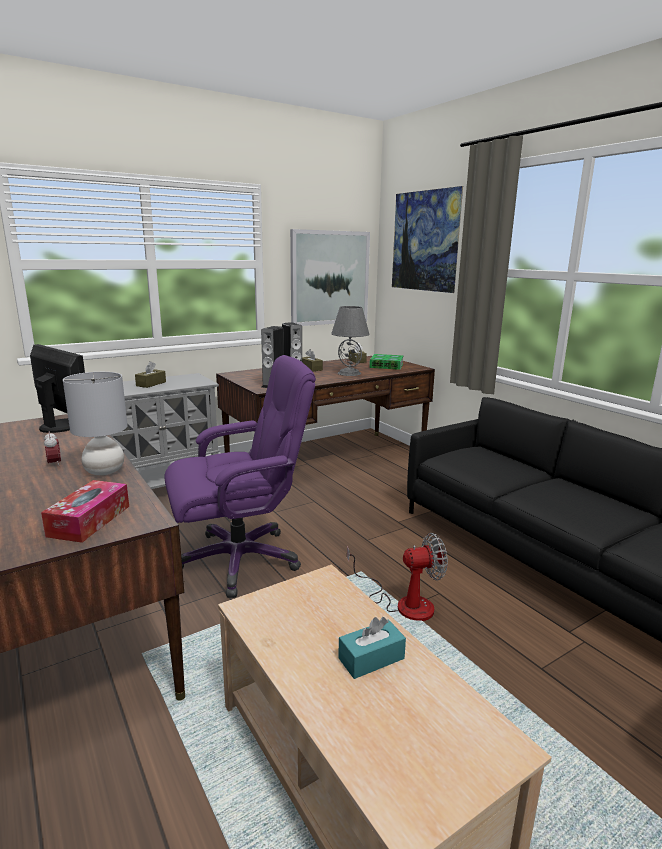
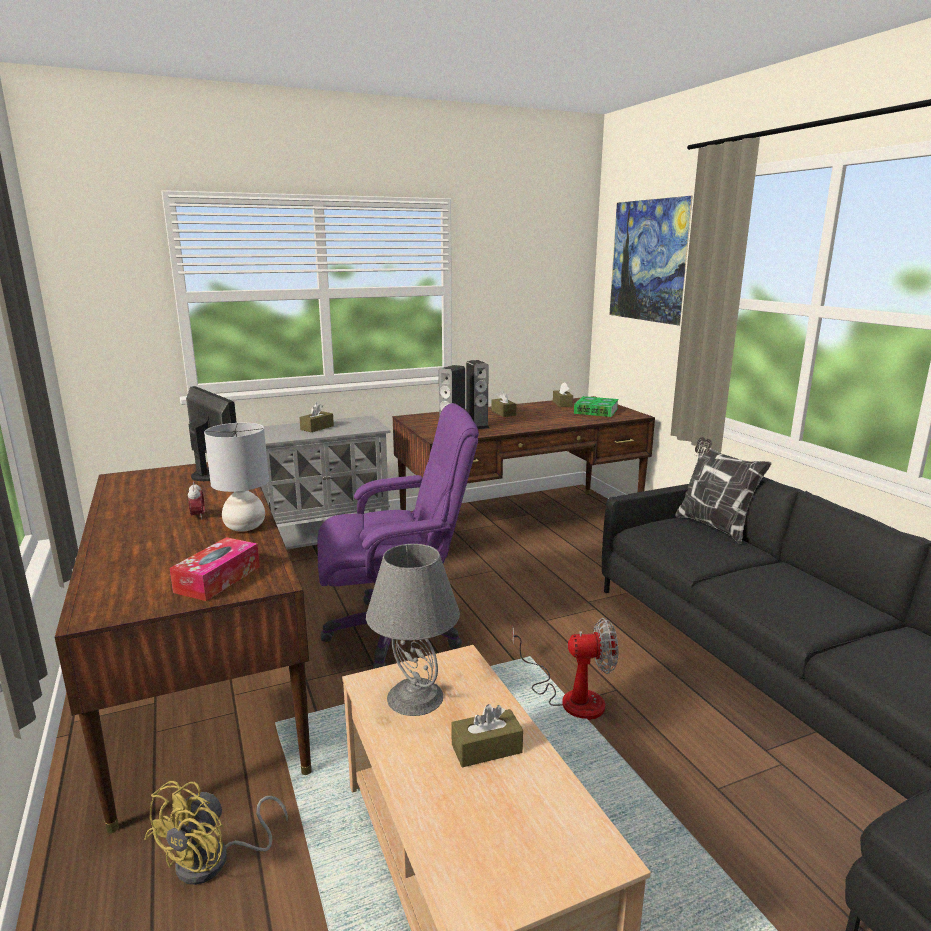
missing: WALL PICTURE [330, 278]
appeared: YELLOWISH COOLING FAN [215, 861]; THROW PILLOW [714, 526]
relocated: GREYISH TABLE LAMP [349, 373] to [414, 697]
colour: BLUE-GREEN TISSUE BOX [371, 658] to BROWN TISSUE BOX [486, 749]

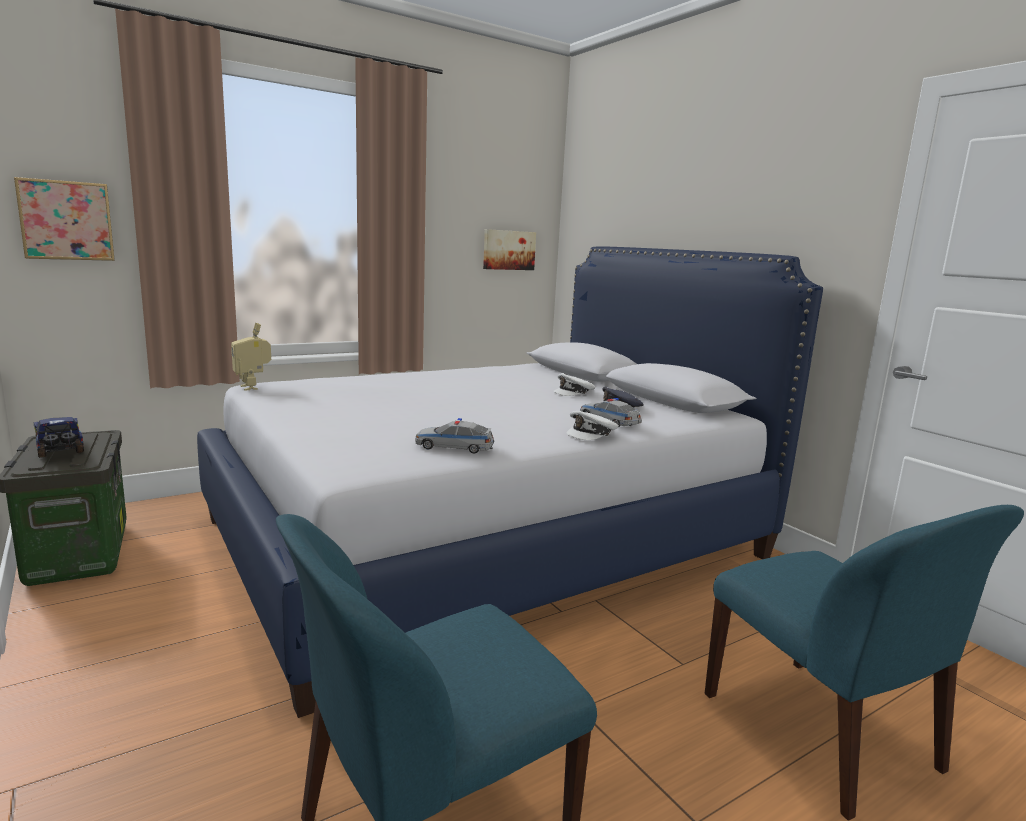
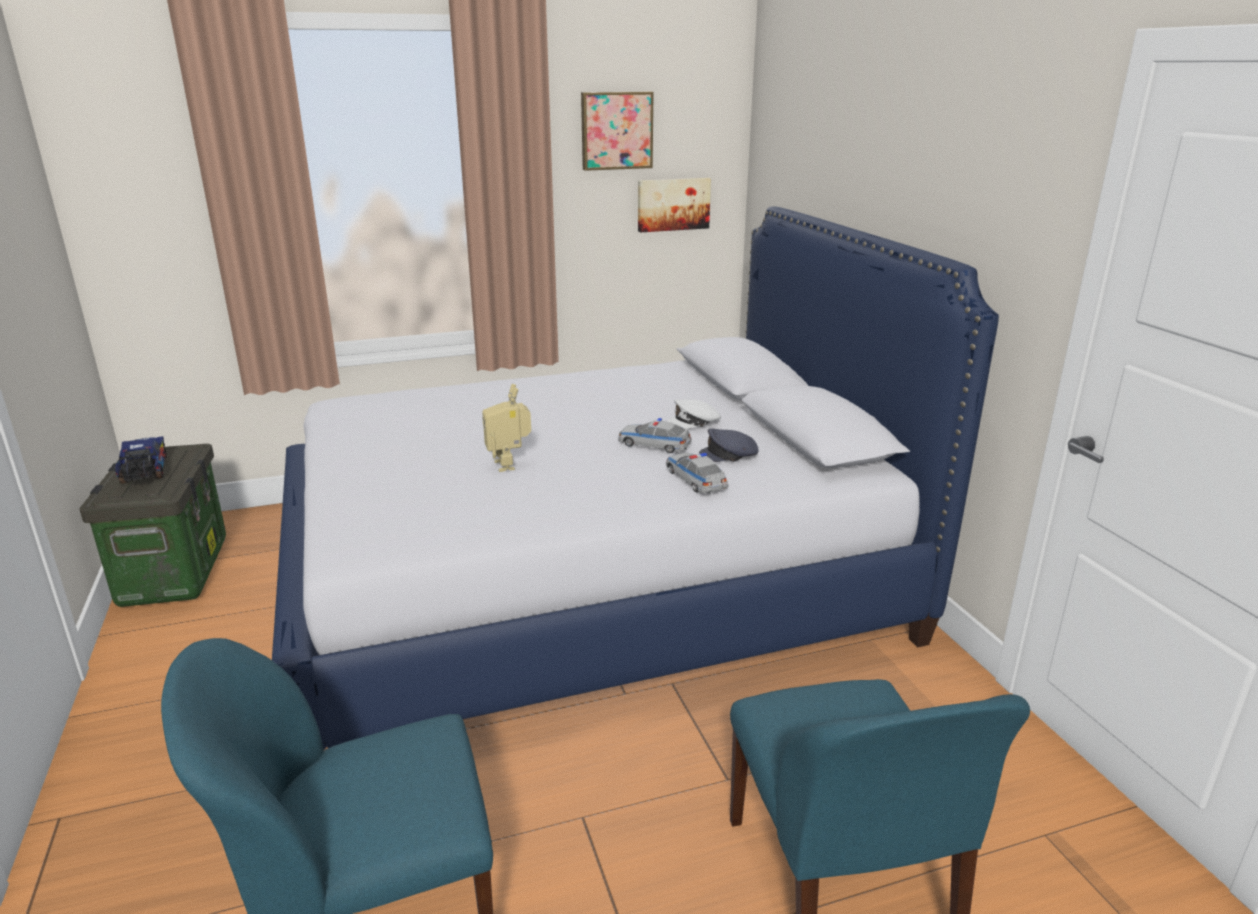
missing: WHITE PEAKED CAP [592, 433]
relocated: WALL PICTURE [66, 220] to [616, 130]; ROBOT FIGURE [253, 387] to [509, 464]; MODEL CAR [454, 447] to [654, 445]

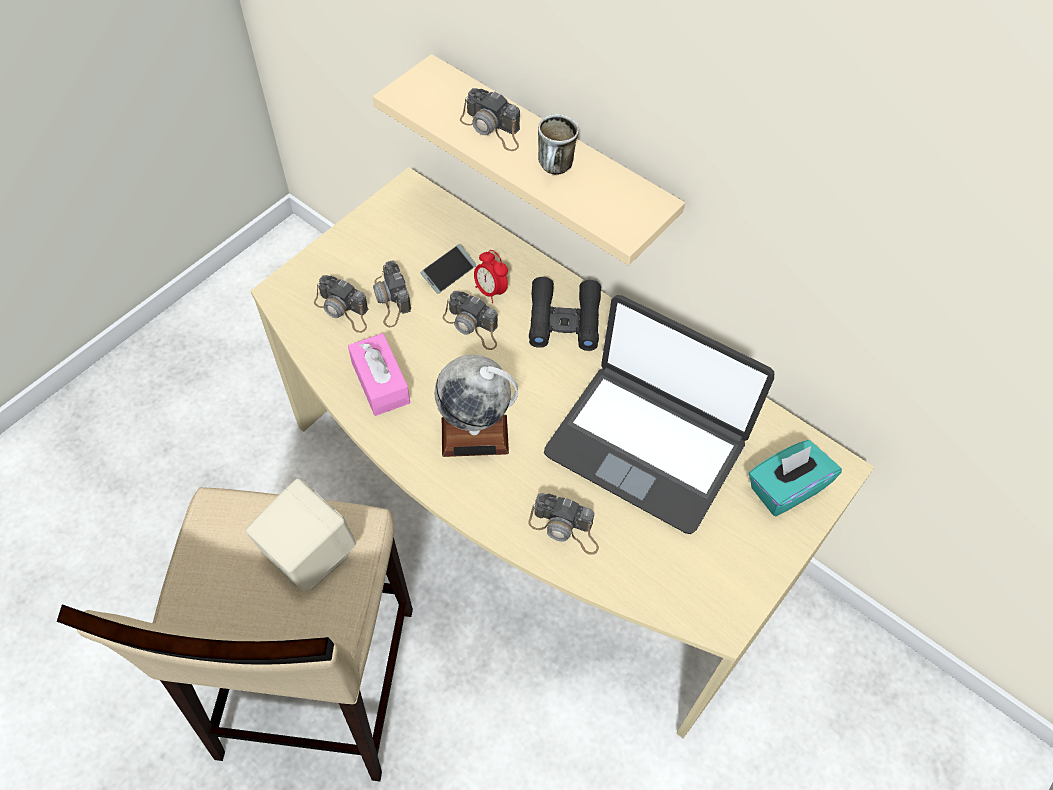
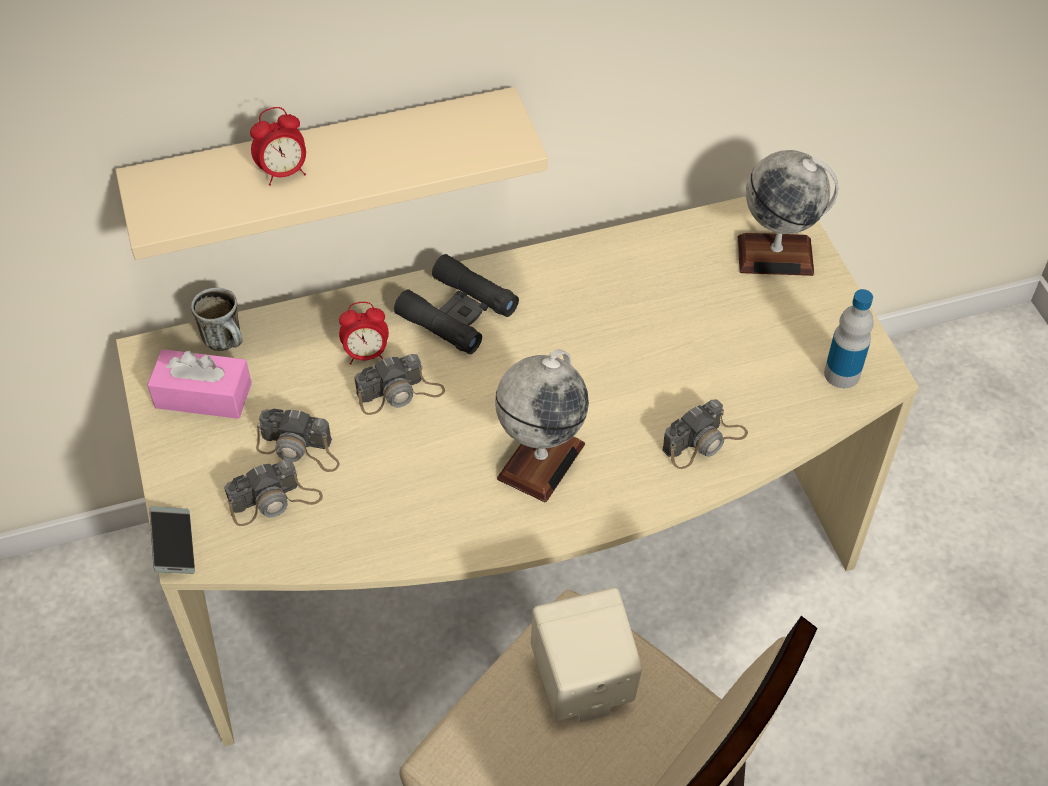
missing: LAPTOP [646, 446]
appeared: DRINK BOTTLE [841, 374]
relocated: PINK TISSUE BOX [380, 382] to [203, 395]; HANDSET [449, 272] to [173, 544]; TEA MUG [556, 170] to [228, 342]
exchanged: STILL CAMERA [492, 128] to TABLE CLOCK [284, 173]; BLUE-GREEN TISSUE BOX [785, 488] to GLOBE [775, 255]

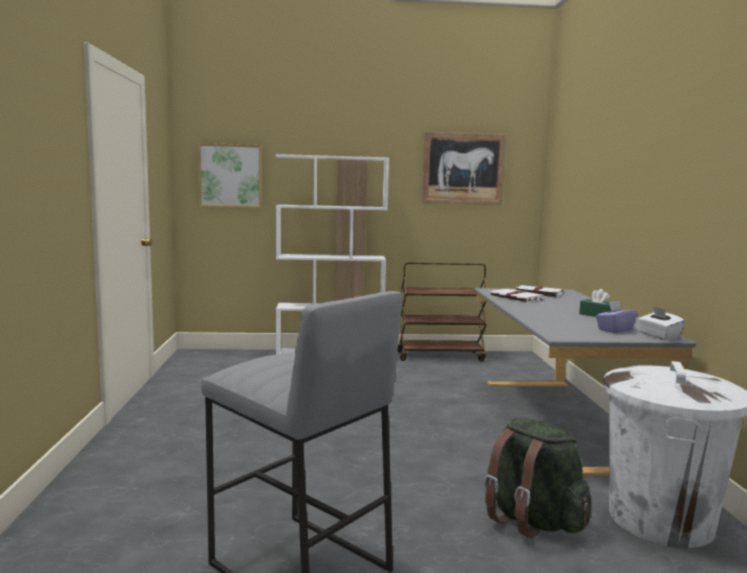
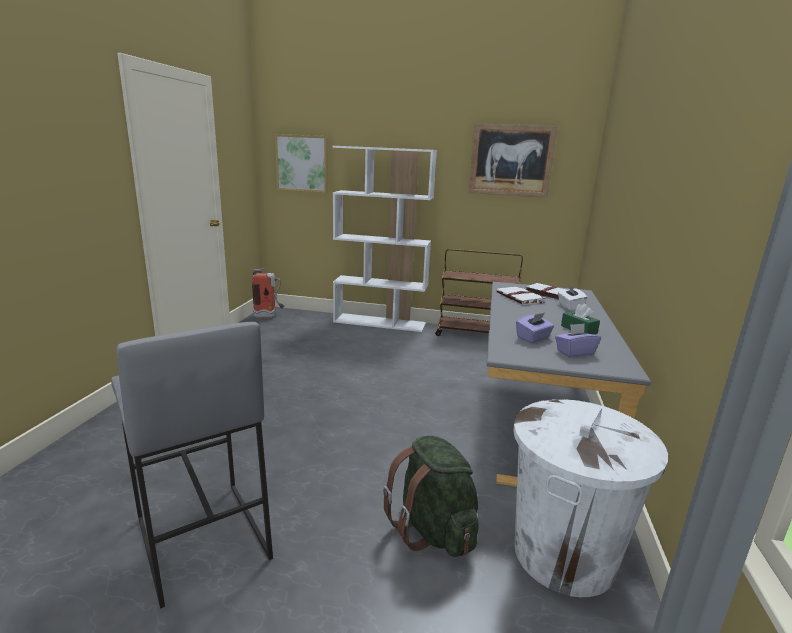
appeared: EXTINGUISHER [269, 316]; PURPLE TISSUE BOX [533, 338]
relocated: WHITE TISSUE BOX [658, 336] to [570, 307]

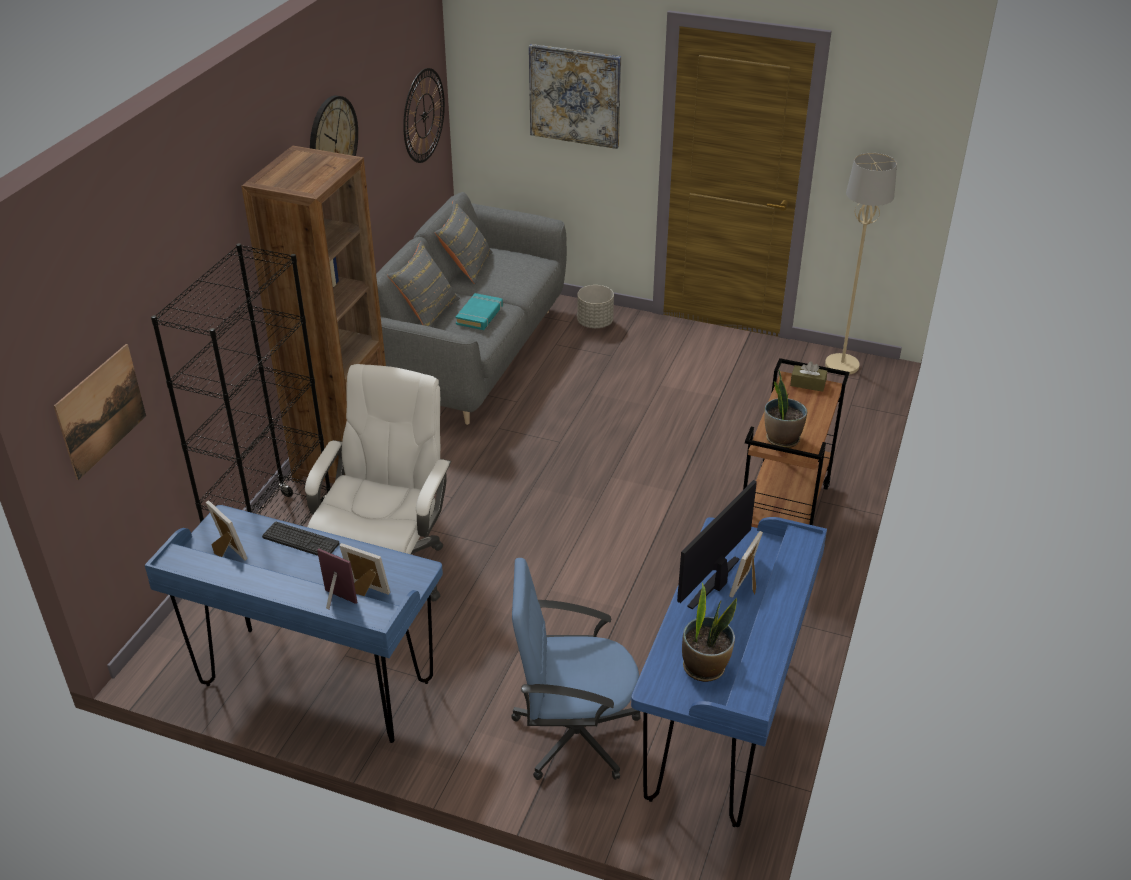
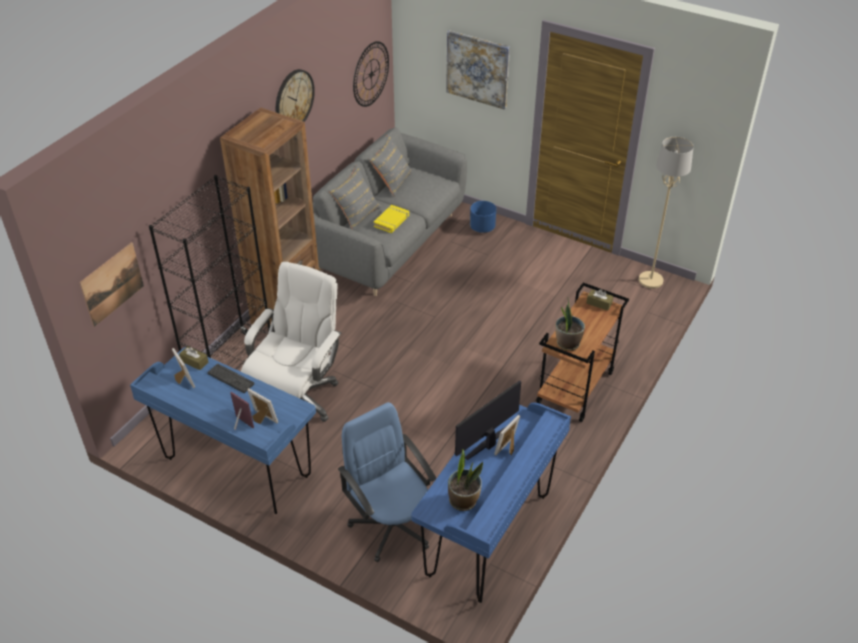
appeared: BROWN TISSUE BOX [194, 362]
colour: BLUE-GREEN BOUND BOOK [480, 315] to YELLOWISH BOUND BOOK [391, 221]; GREYISH PLANT POT [595, 323] to BLUE-COLOURED PLANT POT [482, 228]
spun: BLUE-COLOURED COMPUTER CHAIR [573, 734] = [392, 525] 45 degrees clockwise

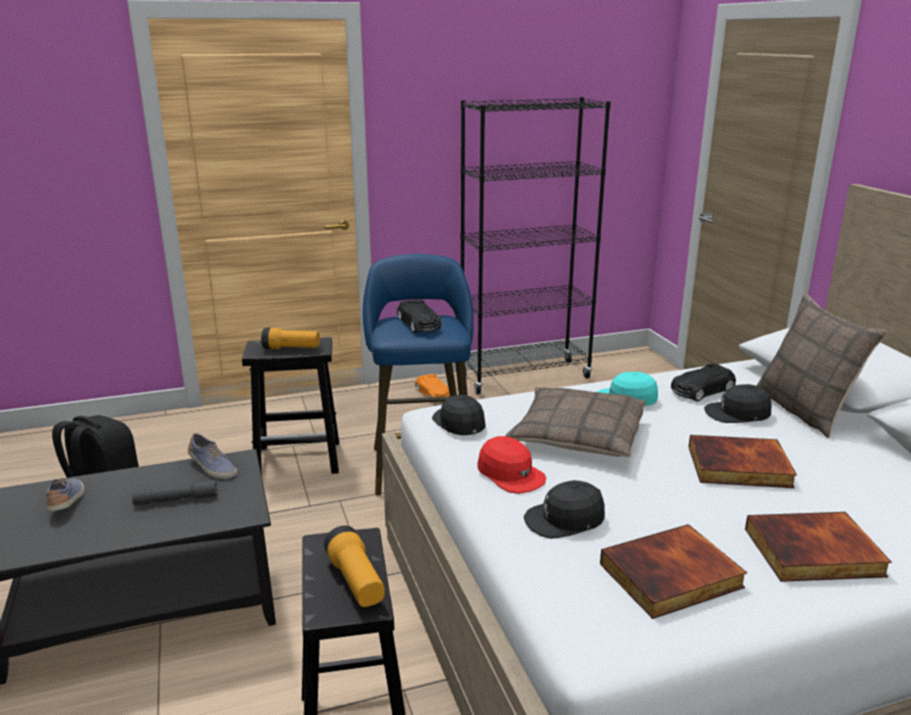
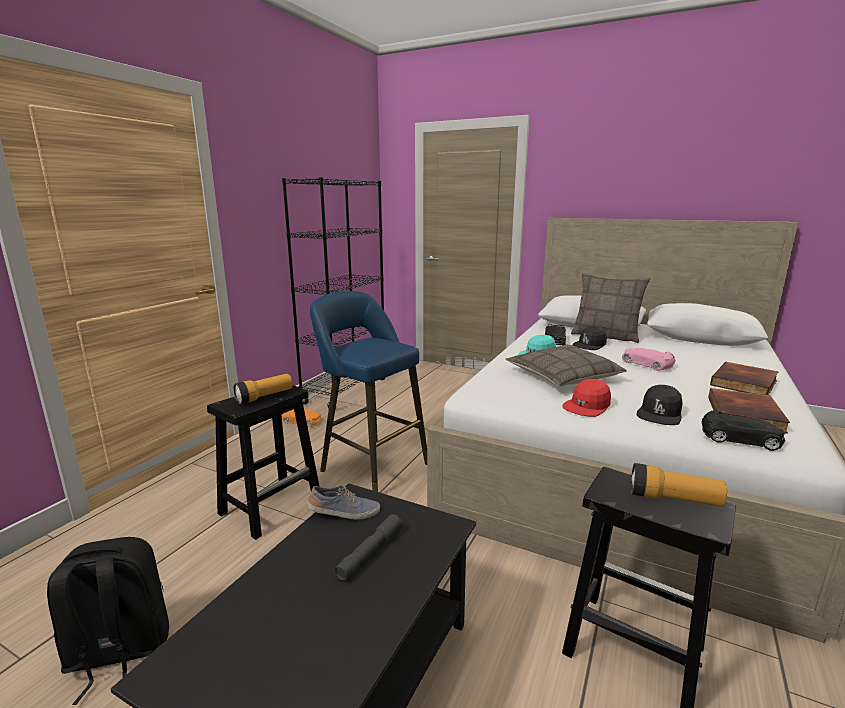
missing: LOW SHOE [68, 502]; BLACKISH PEAKED CAP [459, 423]
relocated: BLACKISH MODEL CAR [419, 324] to [740, 439]
exchanged: BOUND BOOK [738, 467] to PINK MODEL CAR [646, 364]
spun: REDDISH PEAKED CAP [510, 474] = [587, 406] 135 degrees clockwise

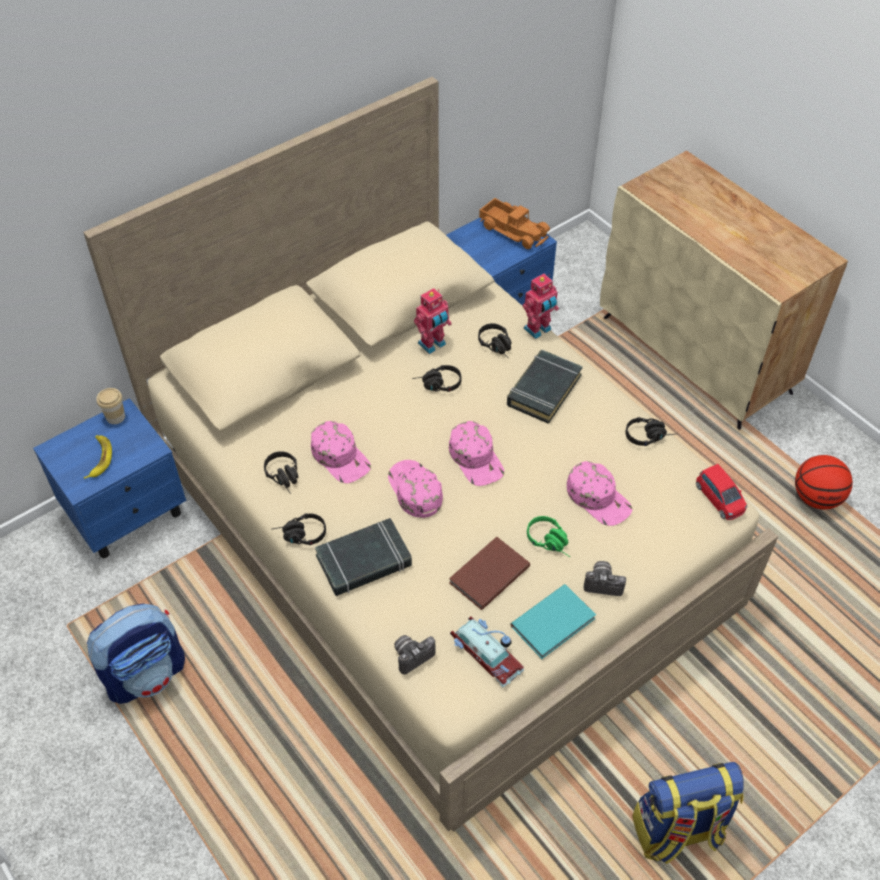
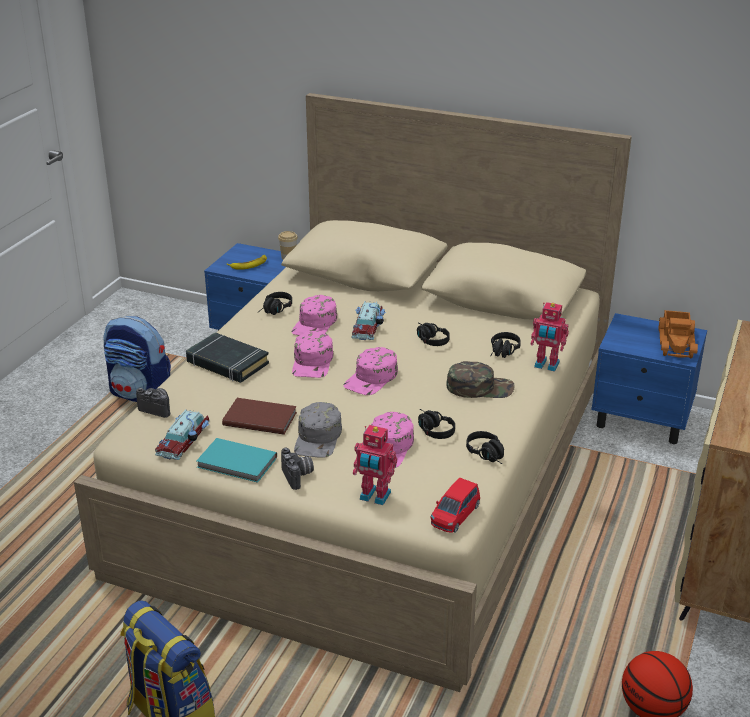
appeared: MODEL CAR [369, 325]
relocated: BLACKISH PAIR OF HEADPHONES [299, 536] to [432, 429]; ROBOT FIGURE [433, 345] to [374, 497]
exchanged: BLACKISH BOUND BOOK [543, 390] to GREEN PEAKED CAP [480, 387]; GREEN PAIR OF HEADPHONES [551, 542] to GREYISH PEAKED CAP [318, 438]
spun: PINK PEAKED CAP [414, 490] = [313, 362] 150 degrees clockwise

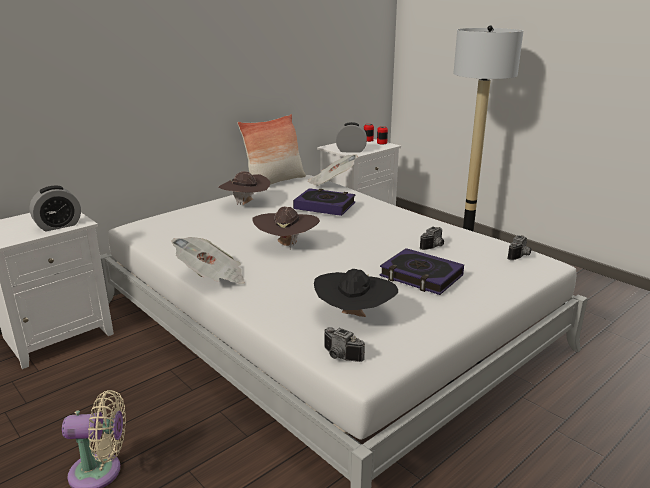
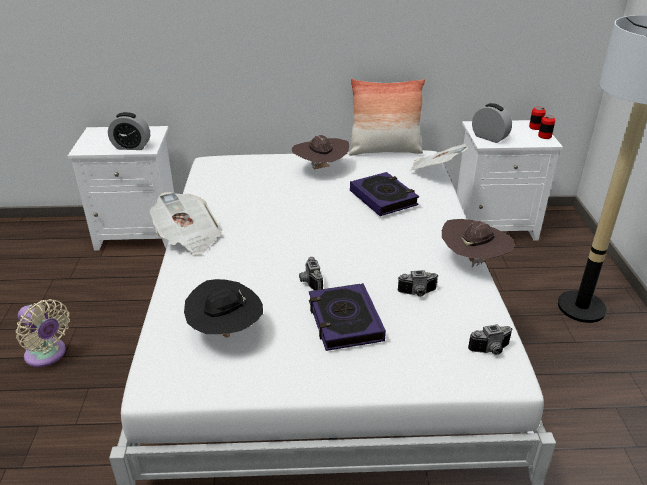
relocated: BROWN WEARABLE HAT [287, 245] to [473, 261]; STILL CAMERA [339, 357] to [309, 282]

